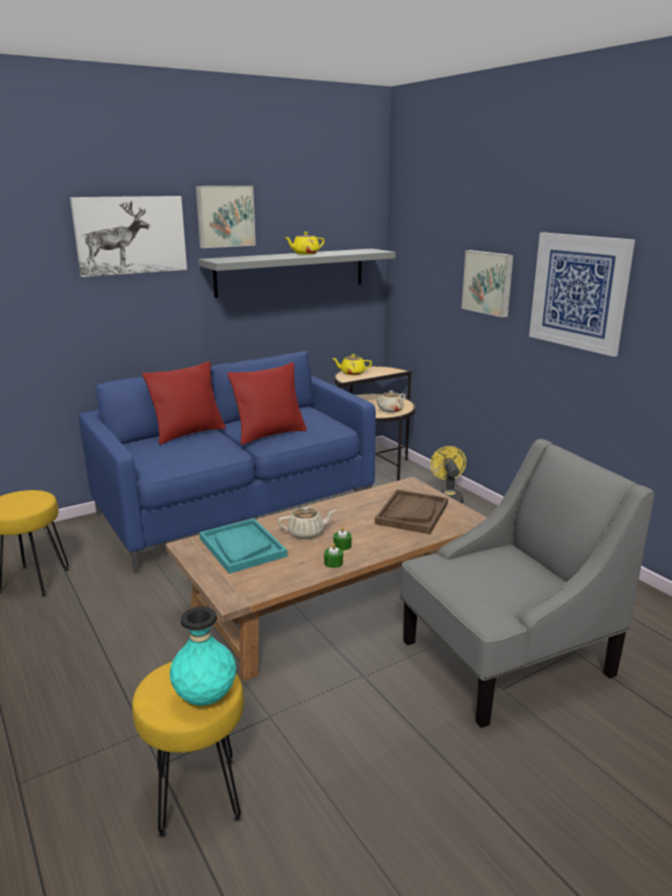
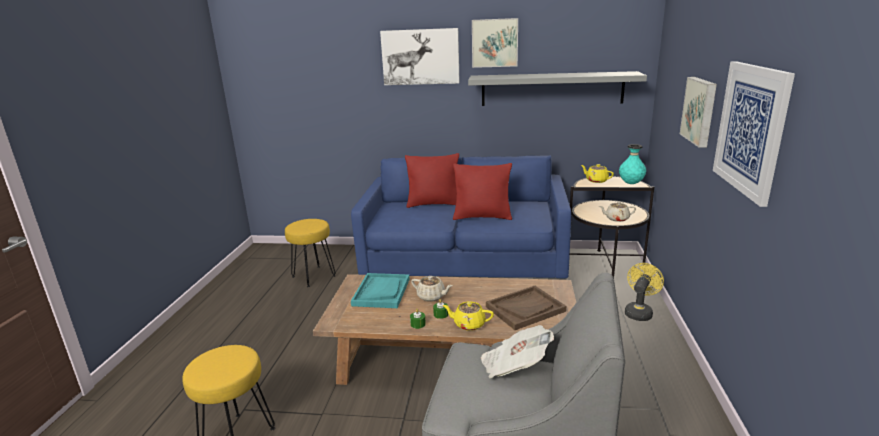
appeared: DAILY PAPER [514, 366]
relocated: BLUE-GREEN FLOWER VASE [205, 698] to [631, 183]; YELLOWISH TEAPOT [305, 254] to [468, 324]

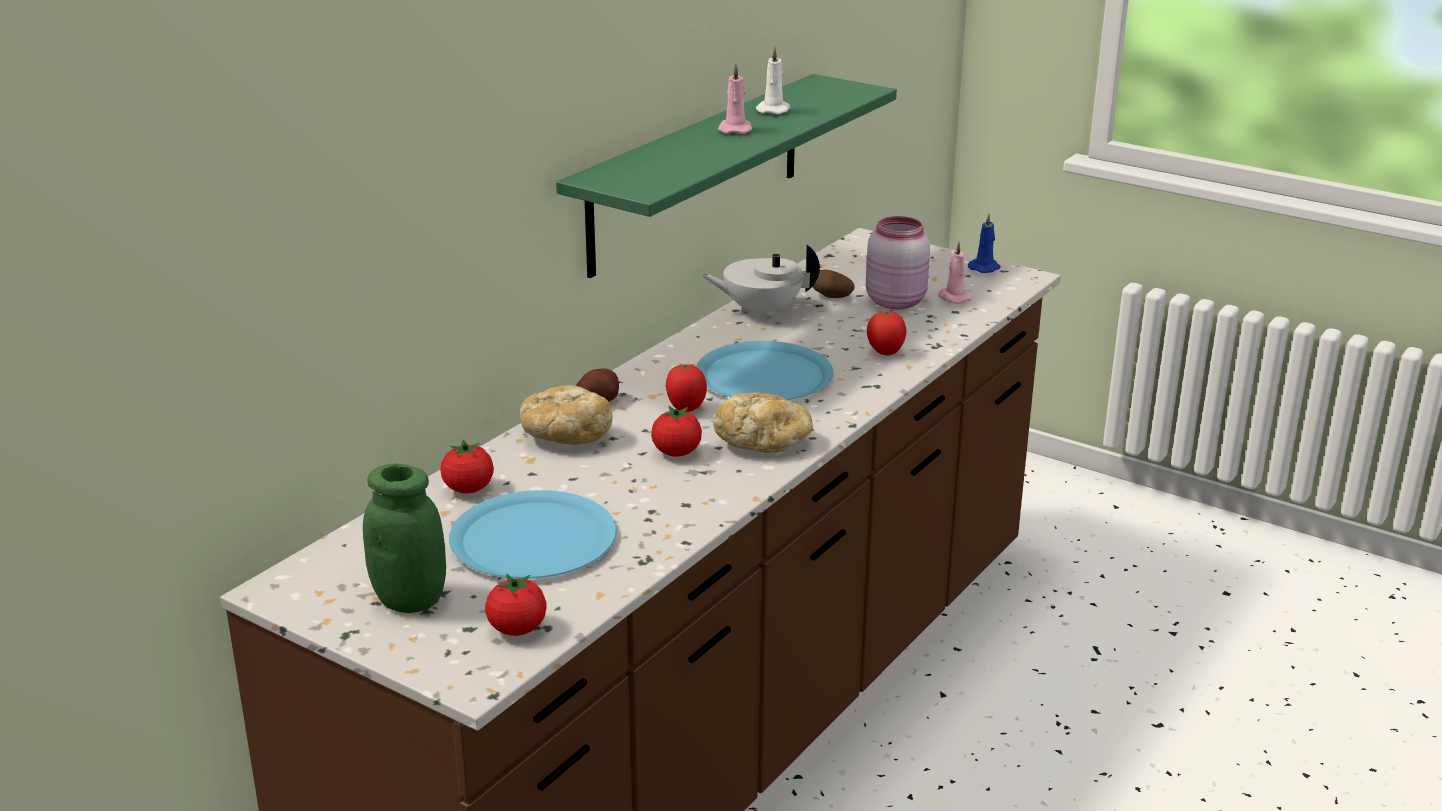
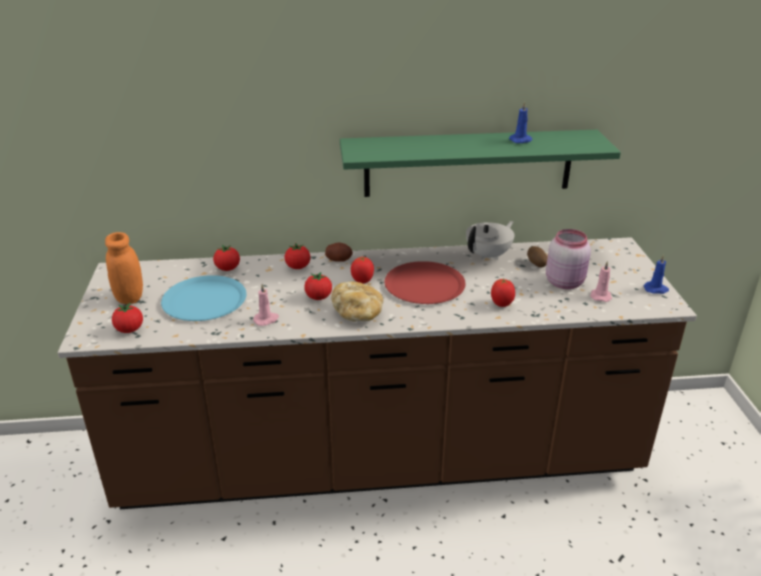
relocated: PINK WAX CANDLE [735, 129] to [266, 319]
exchanged: BREAD [564, 436] to WHOLE TOMATO [298, 267]
colour: GREEN STORAGE JAR [410, 600] to ORANGEY STORAGE JAR [129, 298]; BLUE-COLOURED FLAT DISH [764, 375] to REDDISH FLAT DISH [424, 284]; WHITE WAX CANDLE [774, 110] to BLUE-COLOURED WAX CANDLE [521, 140]
spun: WHITE TEAPOT [761, 311] = [489, 255] 90 degrees clockwise

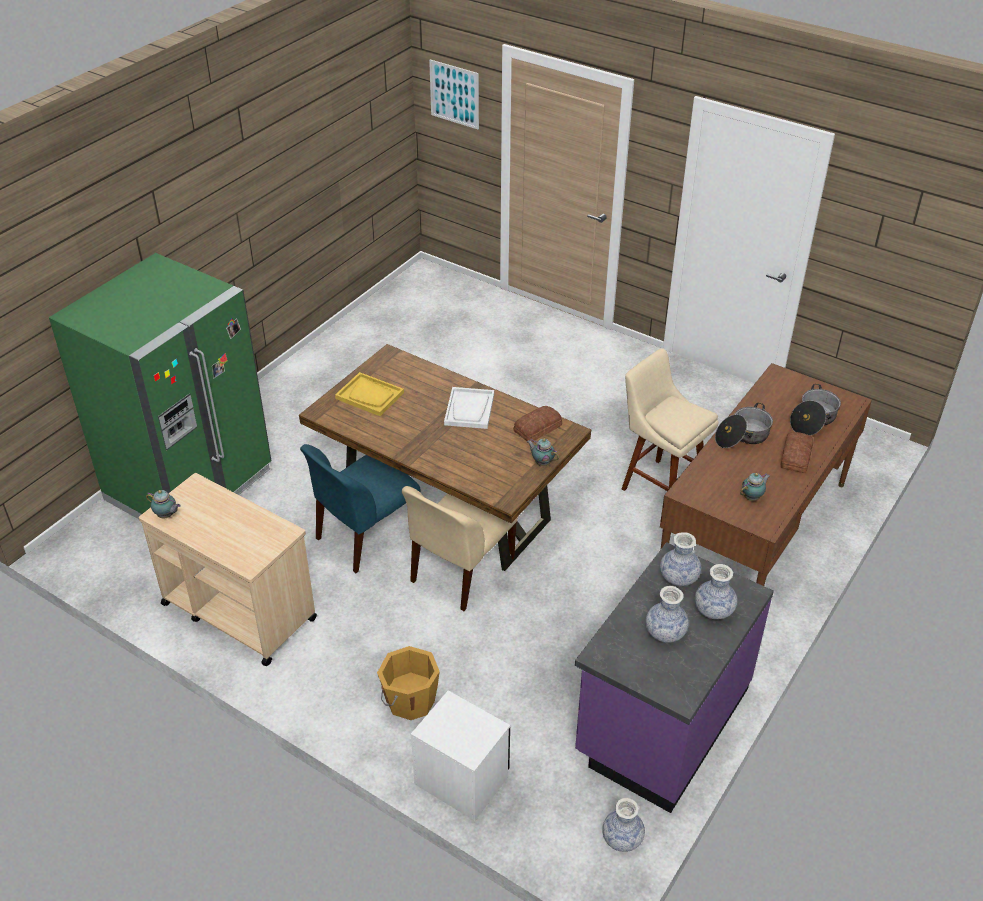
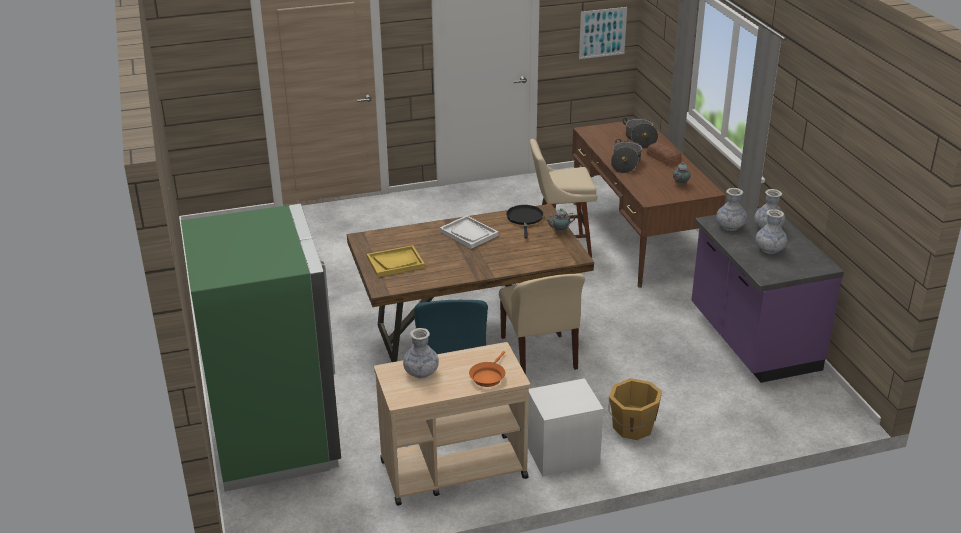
missing: TEAPOT [167, 516]
appeared: ORANGEY FRYING PAN [488, 376]
relocated: WHITE NIGHT TABLE [461, 780] to [562, 454]; WALL PICTURE [454, 94] to [602, 33]; FLOWER VASE [622, 838] to [421, 372]
exchanged: BREAD [538, 428] to BLACKISH FRYING PAN [524, 219]

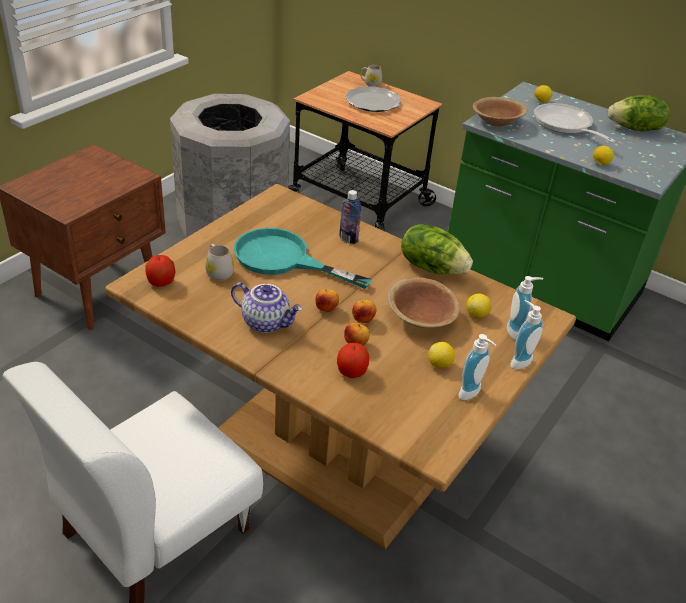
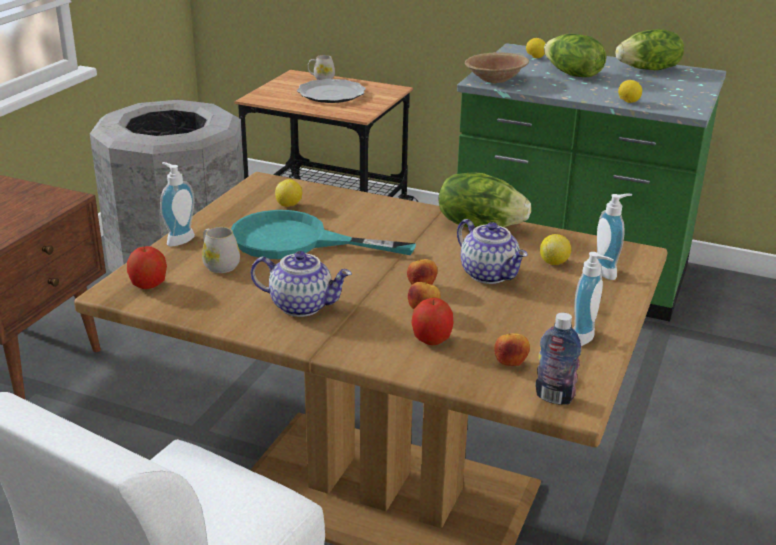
relocated: WHOLE APPLE [326, 309] to [510, 364]; DRINK BOTTLE [348, 239] to [554, 397]; WHOLE LEMON [439, 364] to [289, 205]; SOAP DISPENSER [518, 360] to [178, 239]
exchanged: BROWN SERVING BOWL [421, 318] to TEAPOT [490, 274]; FRYING PAN [565, 125] to HEAD OF LETTUCE [572, 74]

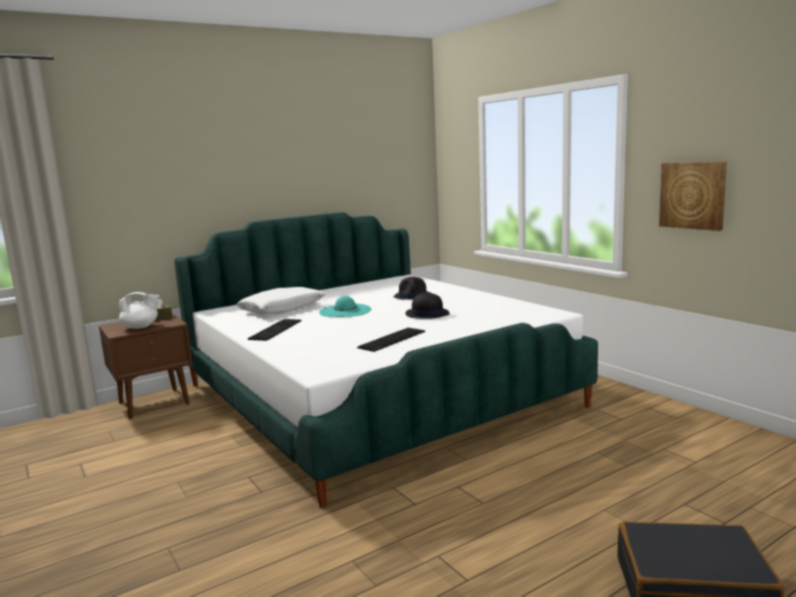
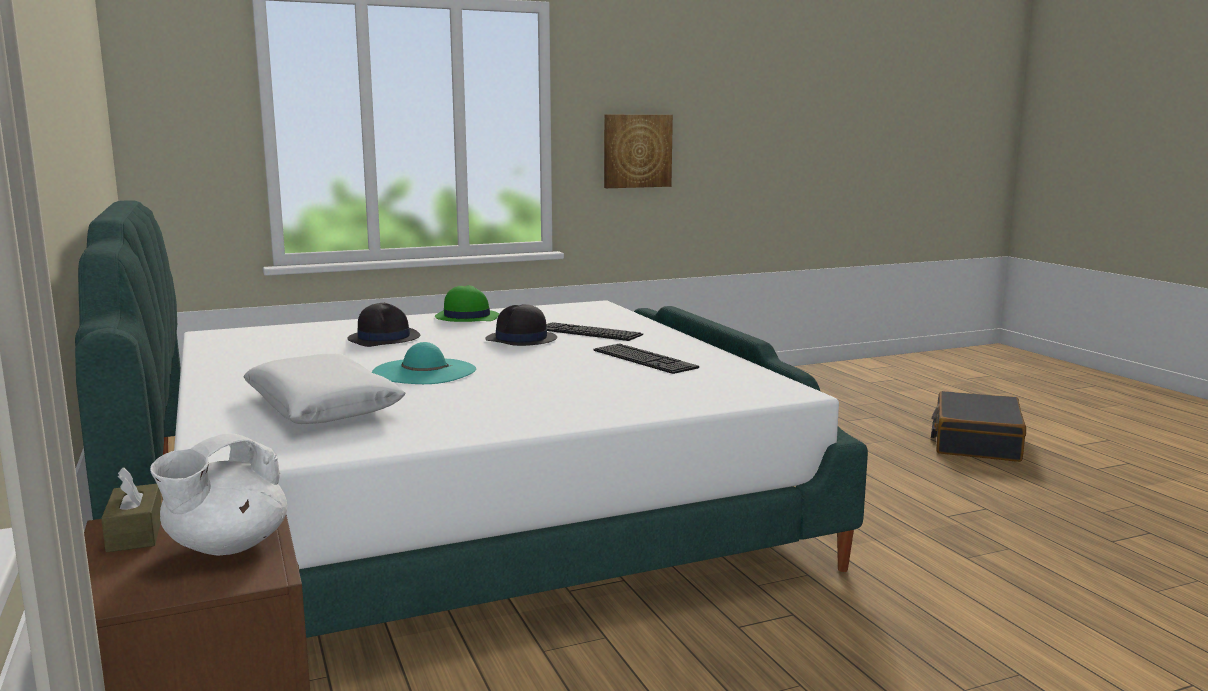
appeared: GREEN WEARABLE HAT [466, 317]
relocated: PC KEYBOARD [276, 329] to [588, 332]
spun: WHITE TEAPOT [141, 327] = [226, 547] 150 degrees counterclockwise

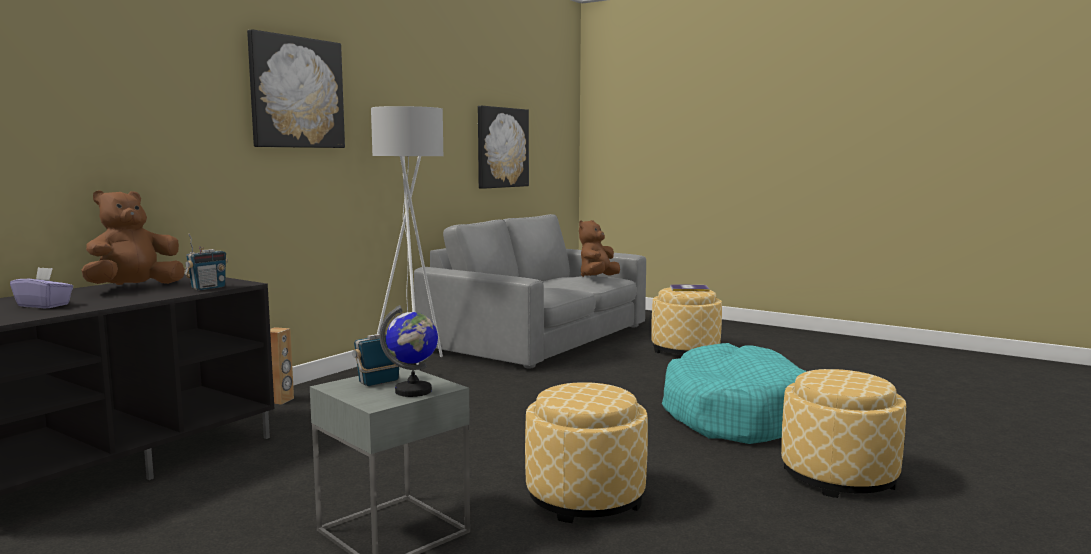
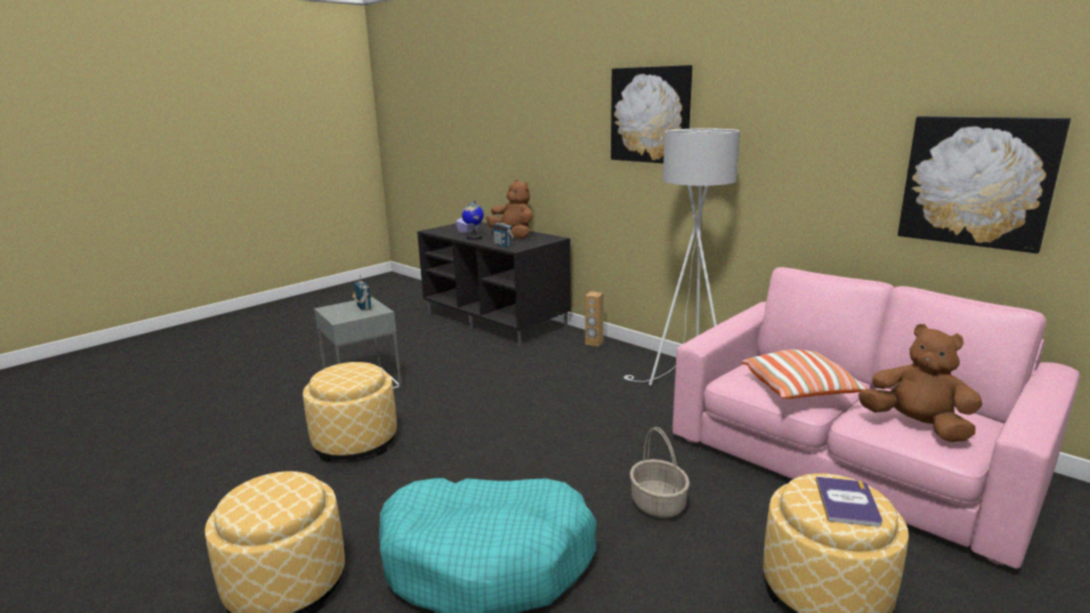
appeared: STORAGE BASKET [658, 504]; THROW PILLOW [800, 390]
relocated: GLOBE [413, 391] to [474, 238]
colour: GREYISH SOFA [539, 337] to PINK SOFA [850, 456]

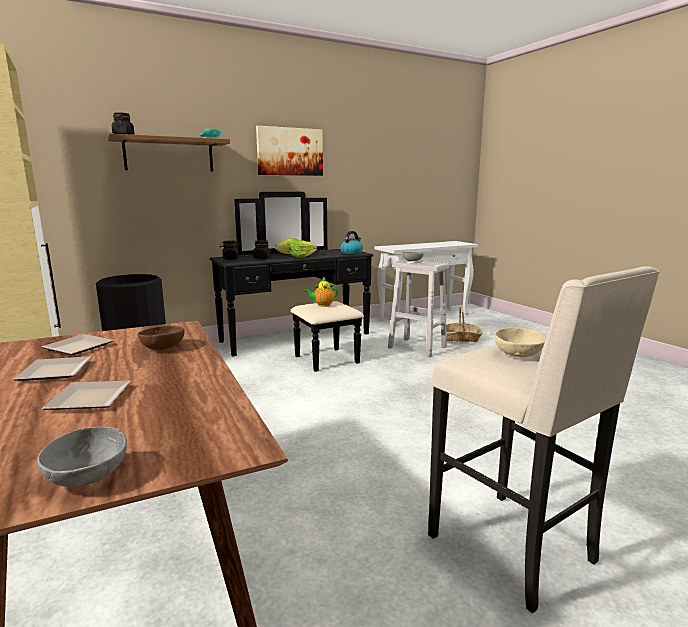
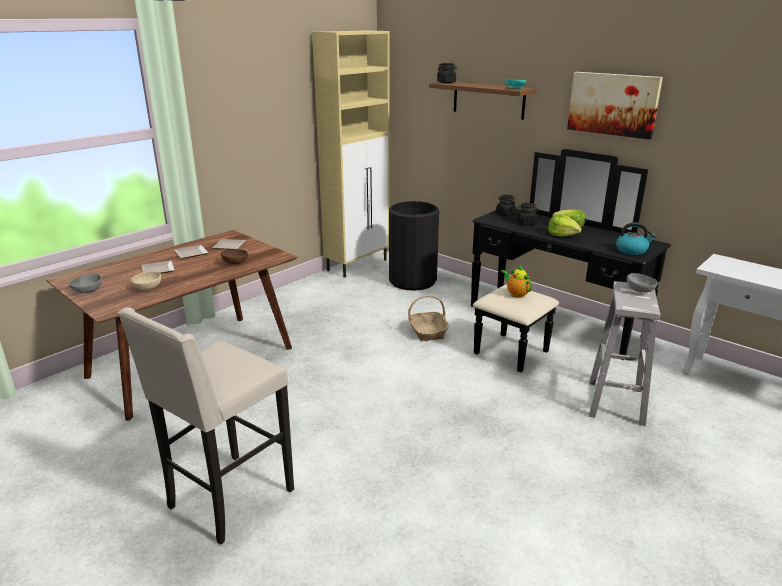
relocated: STORAGE BASKET [461, 338] to [427, 331]; BEIGE SERVING BOWL [519, 354] to [147, 288]

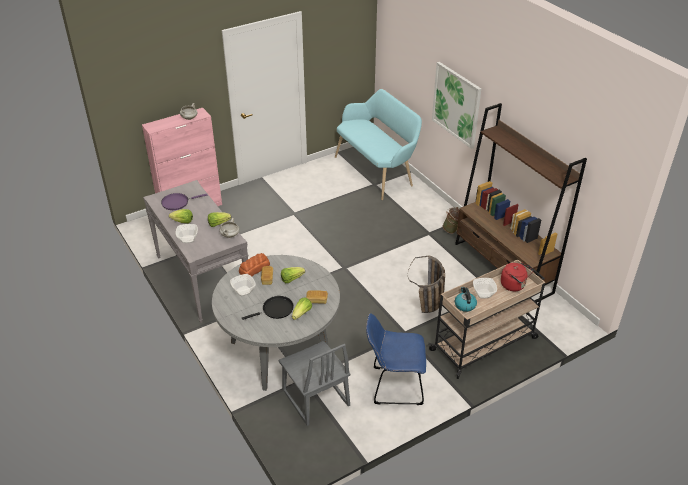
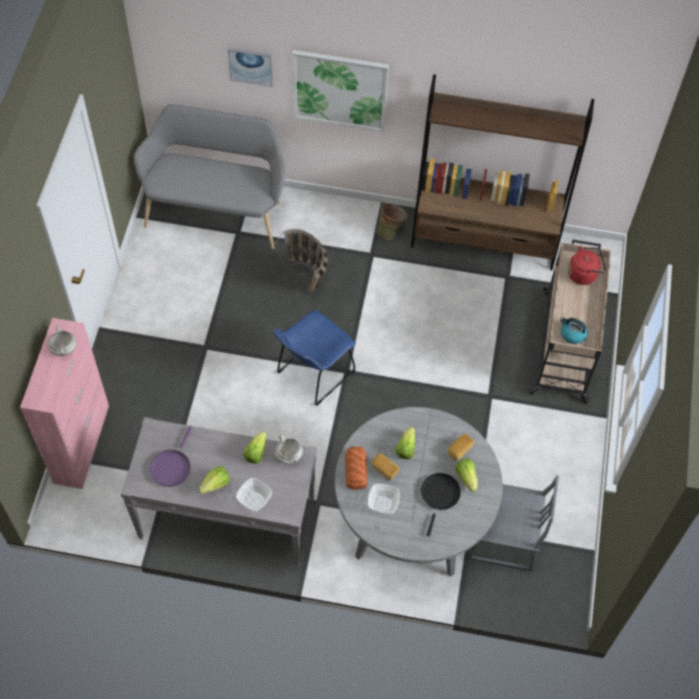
missing: SERVING BOWL [483, 294]
appeared: WALL PICTURE [251, 66]
relocated: BLUE-COLOURED PLAIN CHAIR [394, 386] to [313, 375]; STORAGE BASKET [428, 307] to [308, 282]
colour: BLUE-GREEN BENCH [377, 171] to GREYISH BENCH [217, 210]

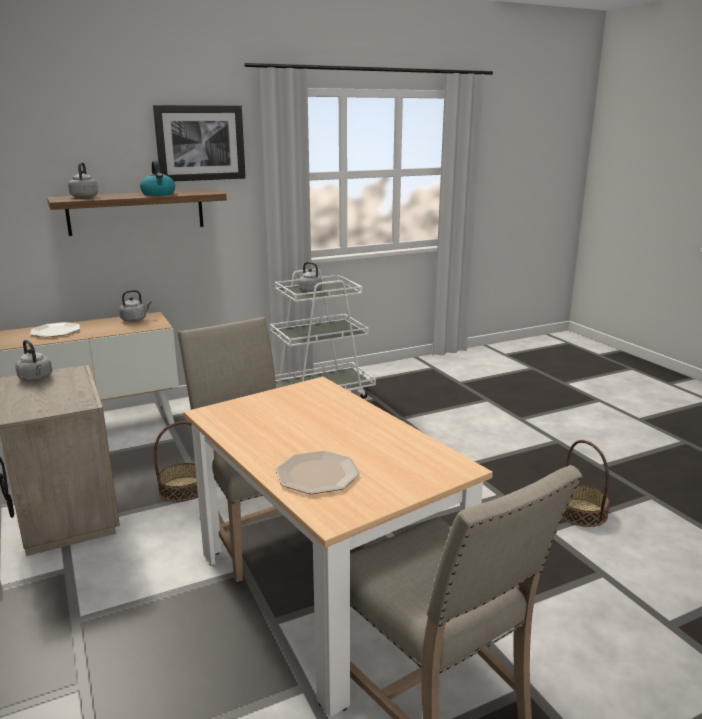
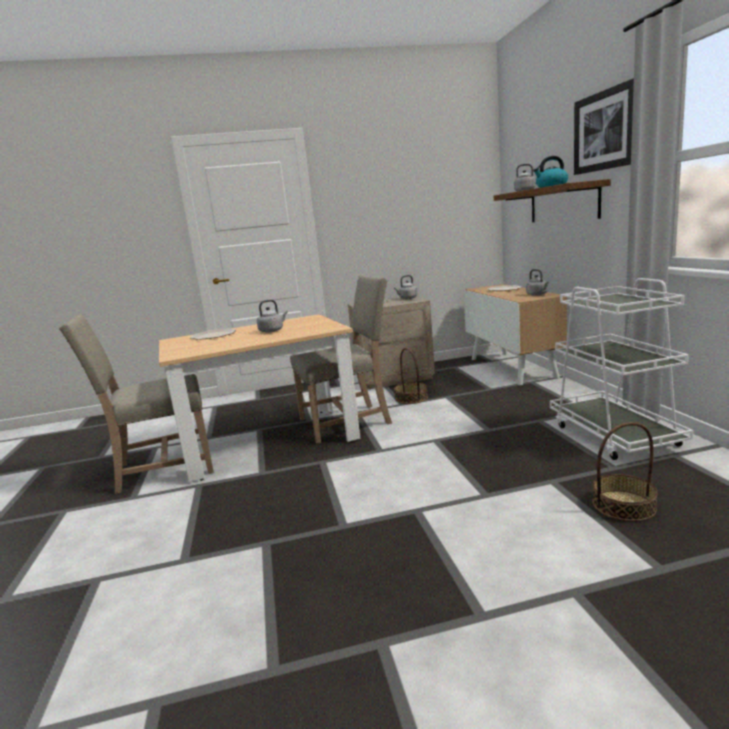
relocated: GREYISH KETTLE [309, 291] to [272, 330]; STORAGE BASKET [581, 512] to [623, 505]

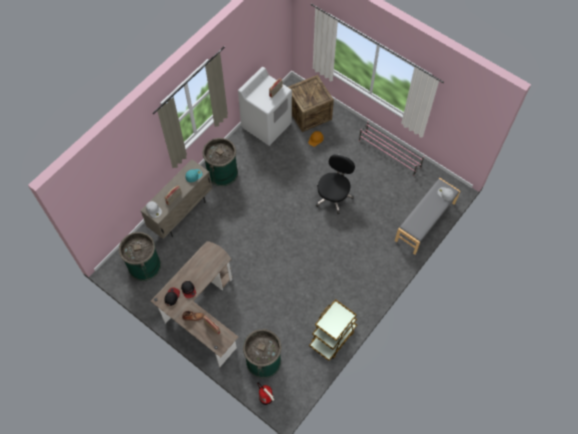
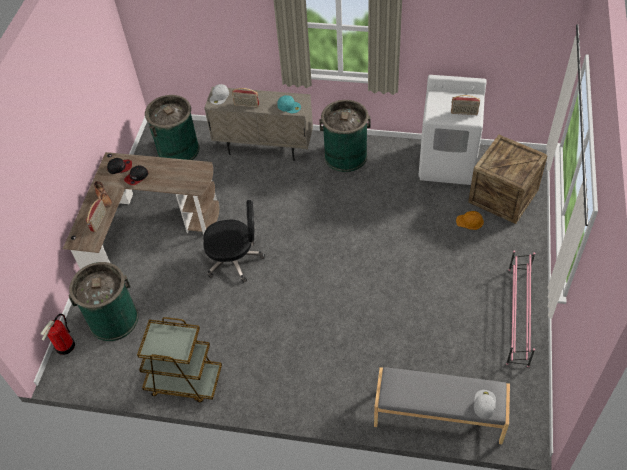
relocated: BLACKISH COMPUTER CHAIR [333, 196] to [235, 259]

